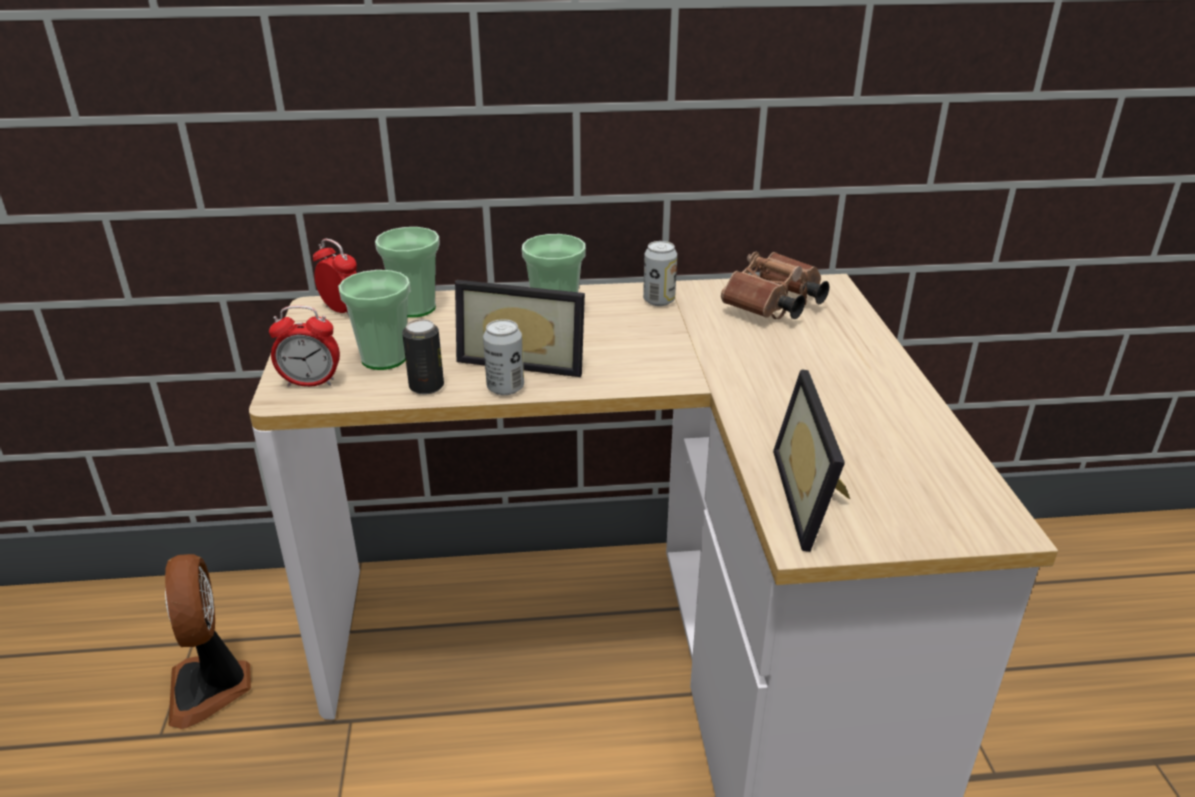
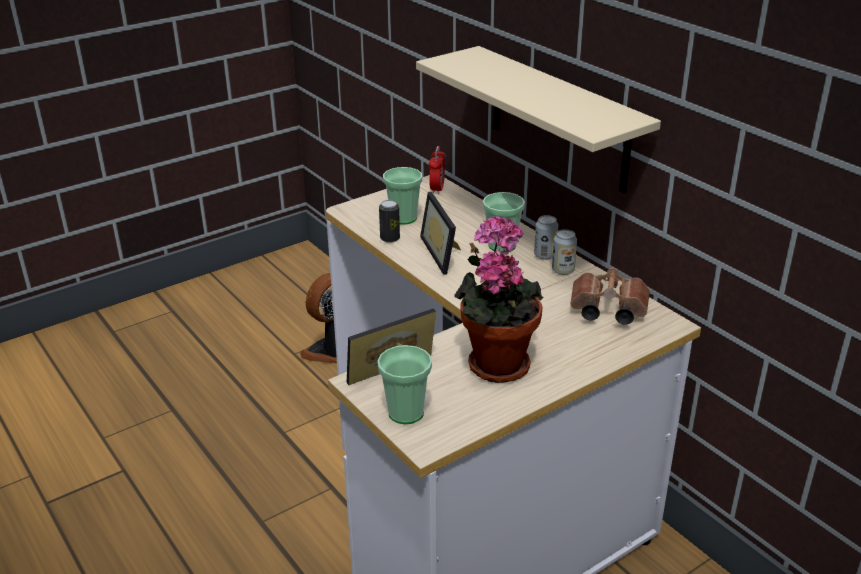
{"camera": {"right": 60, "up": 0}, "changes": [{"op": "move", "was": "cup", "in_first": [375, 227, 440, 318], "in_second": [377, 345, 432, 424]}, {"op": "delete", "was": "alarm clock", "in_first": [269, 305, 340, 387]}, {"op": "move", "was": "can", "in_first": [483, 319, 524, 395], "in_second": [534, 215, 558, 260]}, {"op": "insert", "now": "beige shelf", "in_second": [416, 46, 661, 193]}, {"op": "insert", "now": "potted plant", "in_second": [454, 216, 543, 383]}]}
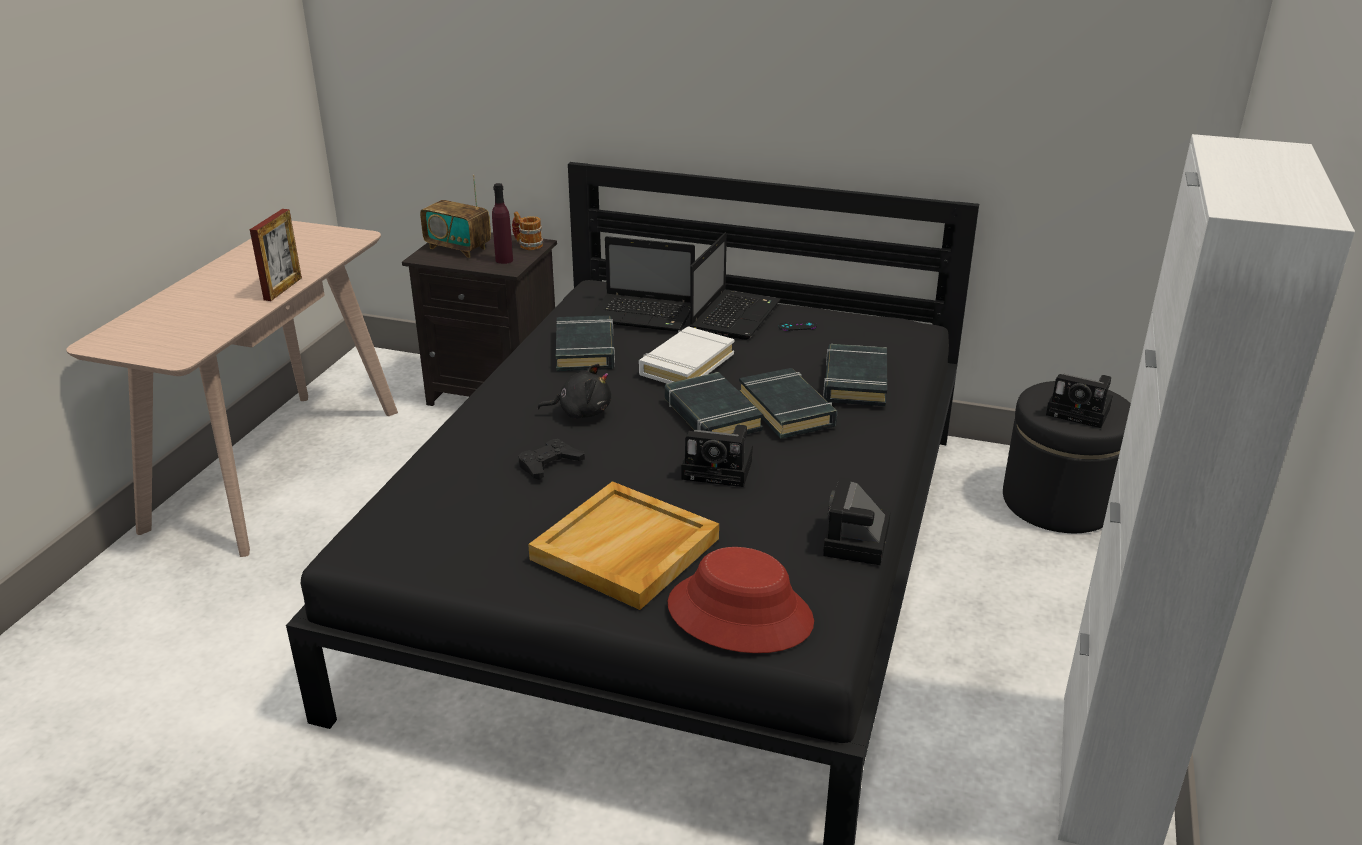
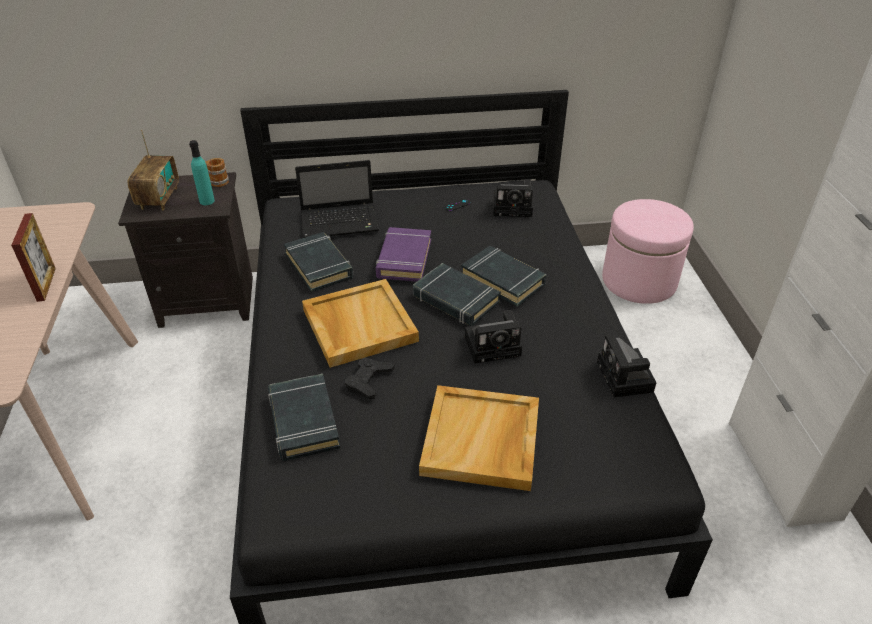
{"camera": {"right": -25, "up": 10}, "changes": [{"op": "rotate", "was": "radio", "in_first": [420, 175, 491, 258], "in_second": [128, 130, 179, 210], "clockwise": -90}, {"op": "recolor", "was": "purple bottle", "now": "turquoise bottle", "in_first": [492, 183, 513, 264], "in_second": [189, 140, 215, 205]}, {"op": "delete", "was": "laptop", "in_first": [690, 233, 781, 340]}, {"op": "recolor", "was": "white book", "now": "purple book", "in_first": [639, 327, 734, 383], "in_second": [376, 227, 431, 282]}, {"op": "move", "was": "black book", "in_first": [823, 344, 887, 406], "in_second": [268, 374, 340, 461]}, {"op": "replace", "was": "black plush toy", "now": "beige tray", "in_first": [537, 364, 611, 419], "in_second": [302, 279, 419, 368]}, {"op": "move", "was": "photo camera", "in_first": [1046, 374, 1113, 428], "in_second": [493, 179, 533, 217]}, {"op": "recolor", "was": "black ottoman", "now": "pink ottoman", "in_first": [1003, 381, 1131, 533], "in_second": [602, 199, 694, 304]}, {"op": "delete", "was": "red hat", "in_first": [668, 547, 814, 653]}]}
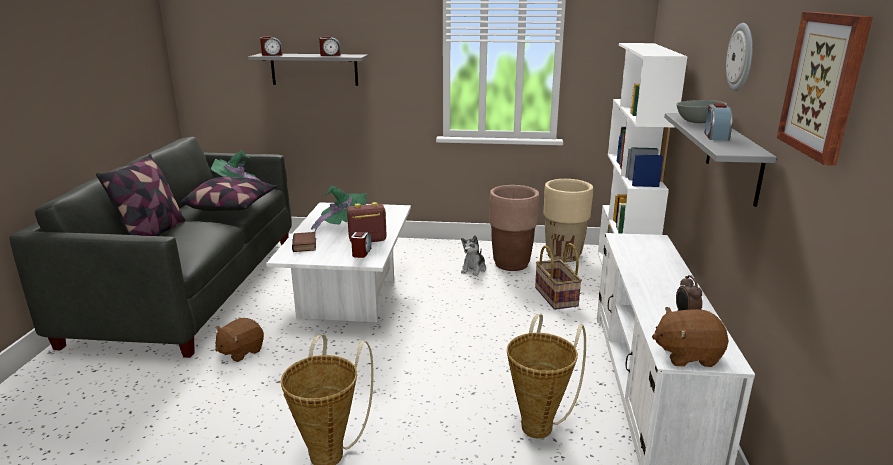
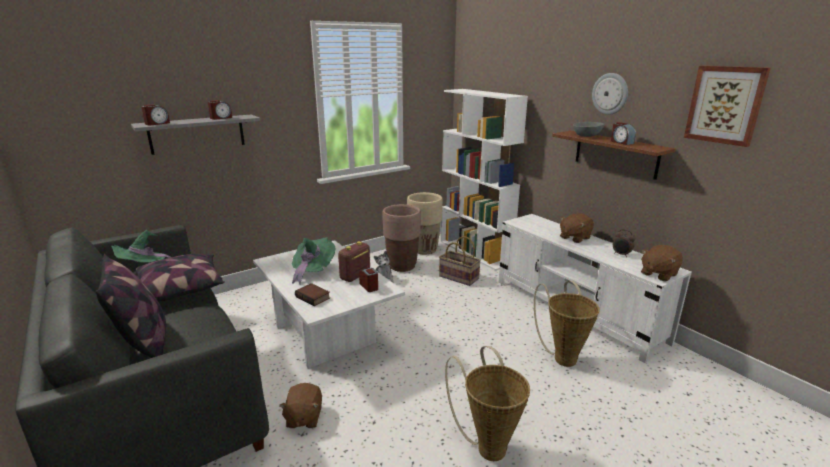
{"camera": {"right": -40, "up": 0}, "changes": [{"op": "recolor", "was": "grey shelf", "now": "brown shelf", "in_first": [664, 113, 777, 207], "in_second": [552, 131, 676, 180]}, {"op": "insert", "now": "brown plush toy", "in_second": [560, 213, 594, 243]}]}
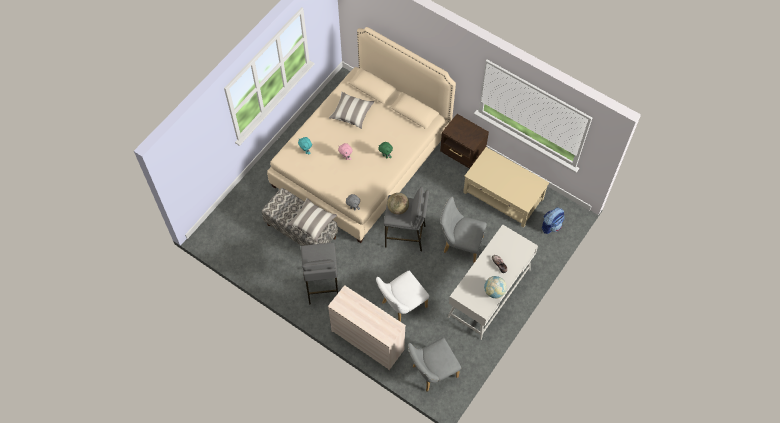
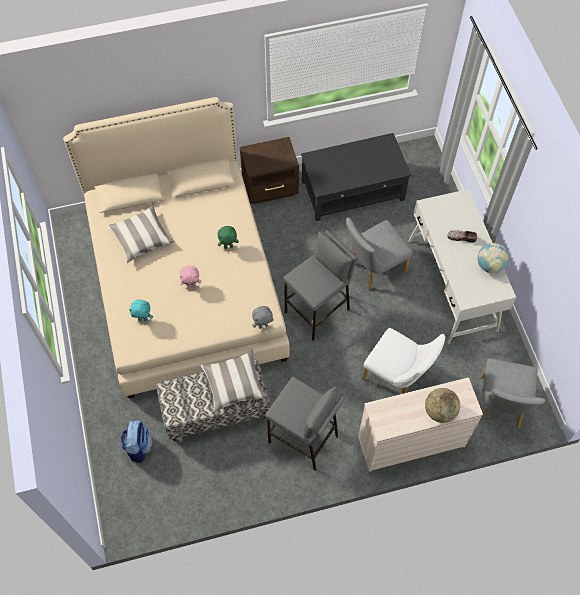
{"camera": {"right": -50, "up": 0}, "changes": [{"op": "recolor", "was": "beige coffee table", "now": "black coffee table", "in_first": [463, 147, 549, 227], "in_second": [301, 133, 411, 221]}, {"op": "move", "was": "globe", "in_first": [387, 193, 409, 215], "in_second": [425, 388, 460, 423]}, {"op": "move", "was": "backpack", "in_first": [542, 207, 565, 234], "in_second": [121, 419, 153, 463]}, {"op": "rotate", "was": "white chair", "in_first": [376, 271, 429, 322], "in_second": [362, 328, 445, 394], "clockwise": -60}]}
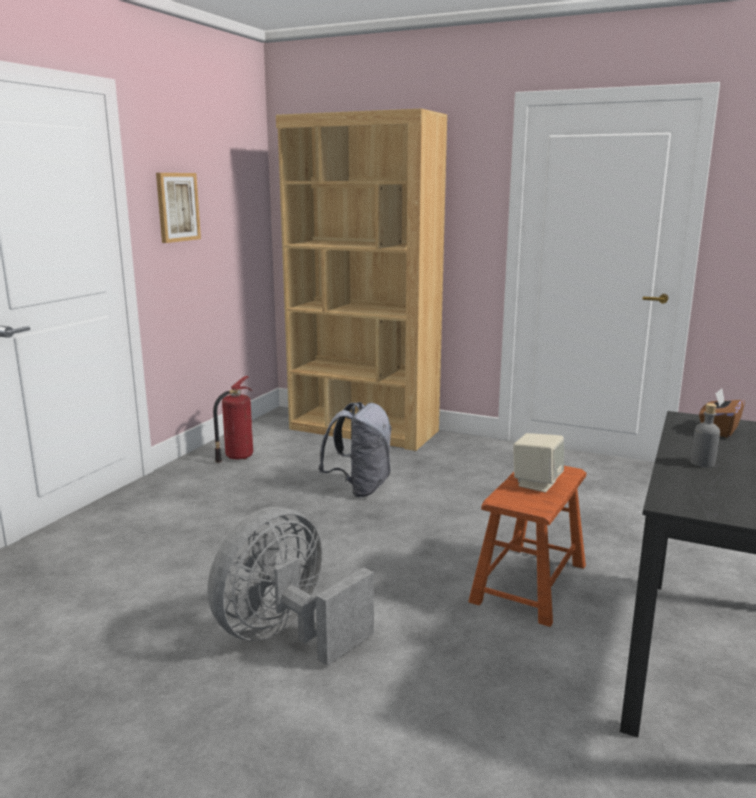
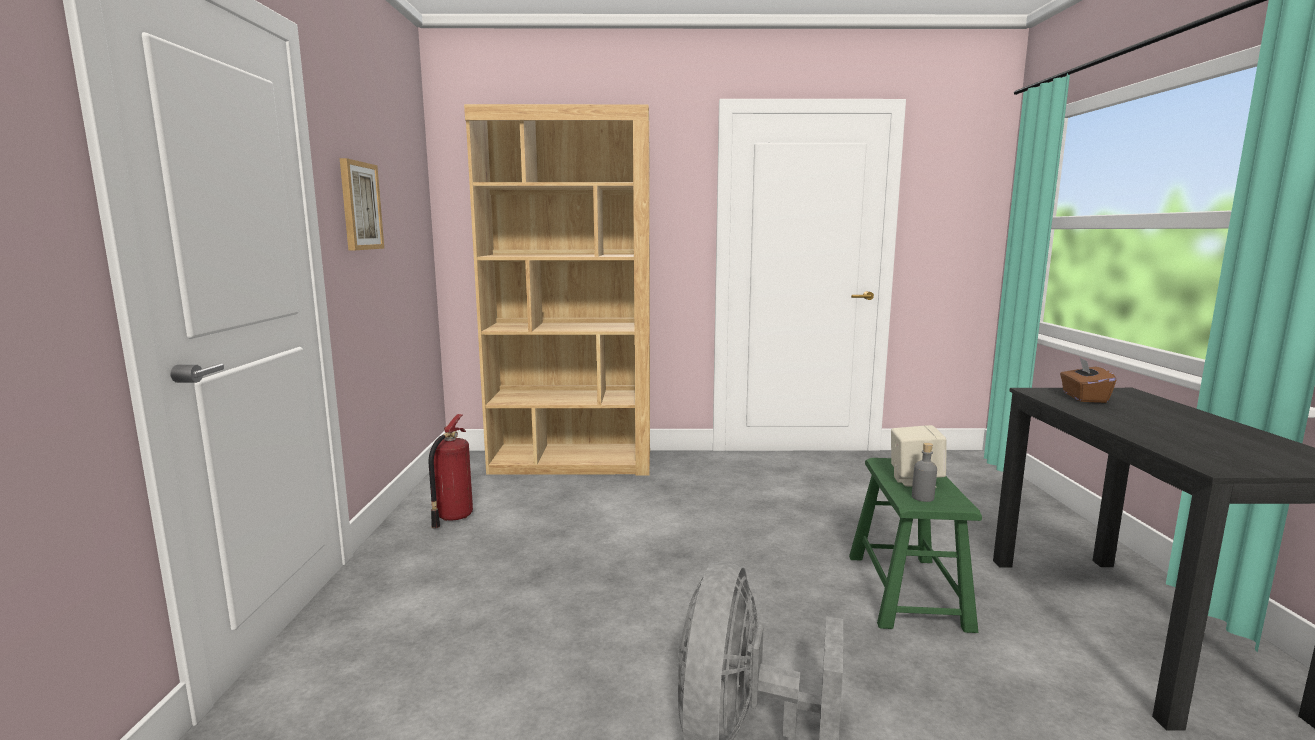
{"camera": {"right": -25, "up": -5}, "changes": [{"op": "delete", "was": "grey backpack", "in_first": [318, 402, 392, 497]}, {"op": "move", "was": "grey bottle", "in_first": [690, 403, 720, 467], "in_second": [912, 443, 937, 502]}, {"op": "recolor", "was": "brown stool", "now": "green stool", "in_first": [468, 466, 587, 627], "in_second": [849, 458, 982, 633]}]}
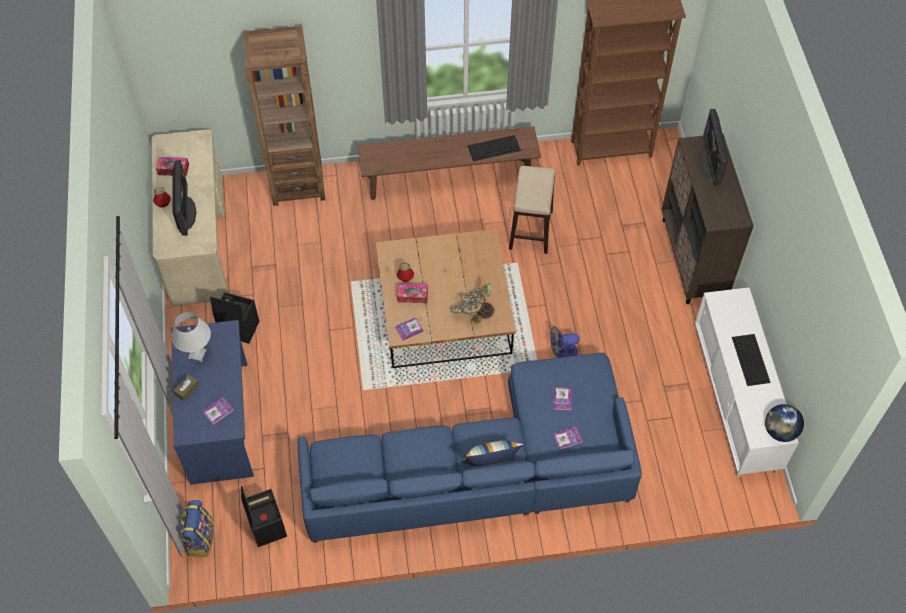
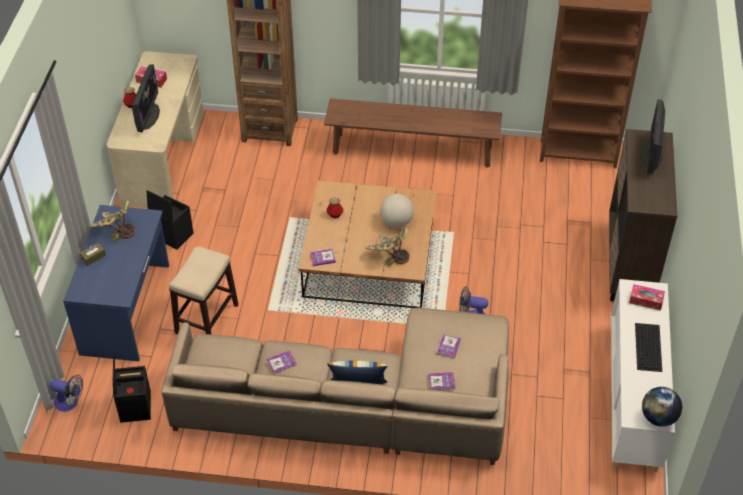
{"camera": {"right": 15, "up": -10}, "changes": [{"op": "delete", "was": "keyboard", "in_first": [467, 135, 521, 161]}, {"op": "move", "was": "stool", "in_first": [509, 166, 555, 254], "in_second": [169, 246, 239, 334]}, {"op": "move", "was": "tissue box", "in_first": [397, 284, 428, 303], "in_second": [629, 284, 665, 310]}, {"op": "replace", "was": "white table lamp", "now": "potted plant", "in_first": [171, 312, 211, 362], "in_second": [88, 200, 136, 241]}, {"op": "recolor", "was": "blue sofa", "now": "beige sofa", "in_first": [298, 353, 642, 543], "in_second": [161, 307, 509, 465]}, {"op": "move", "was": "book", "in_first": [202, 397, 234, 425], "in_second": [267, 350, 297, 374]}, {"op": "replace", "was": "backpack", "now": "fan", "in_first": [180, 500, 214, 557], "in_second": [50, 374, 83, 412]}, {"op": "insert", "now": "globe", "in_second": [380, 194, 414, 228]}]}
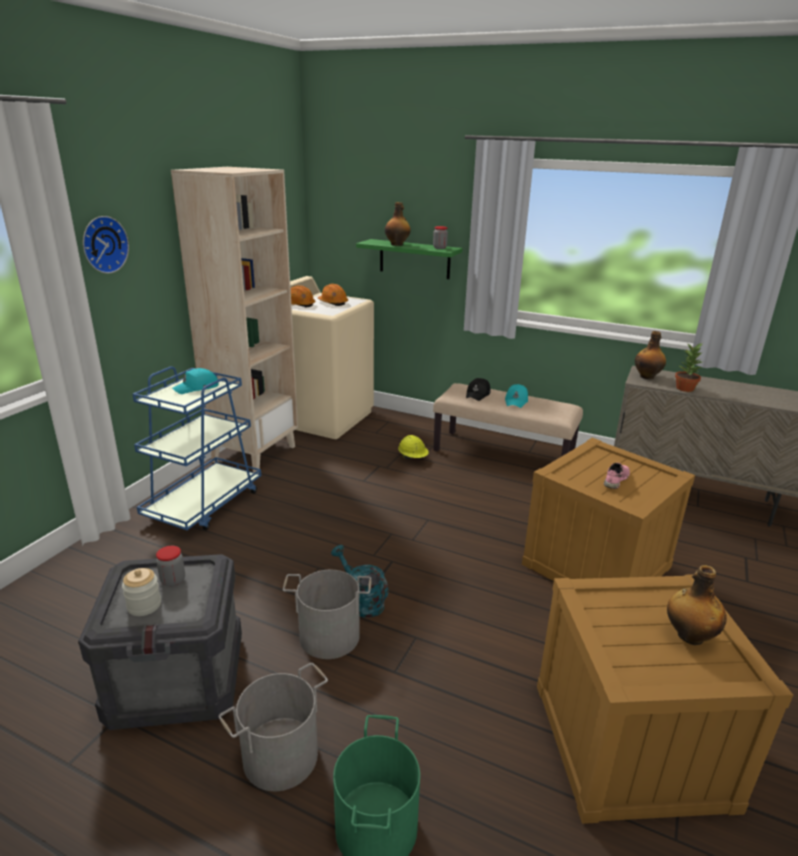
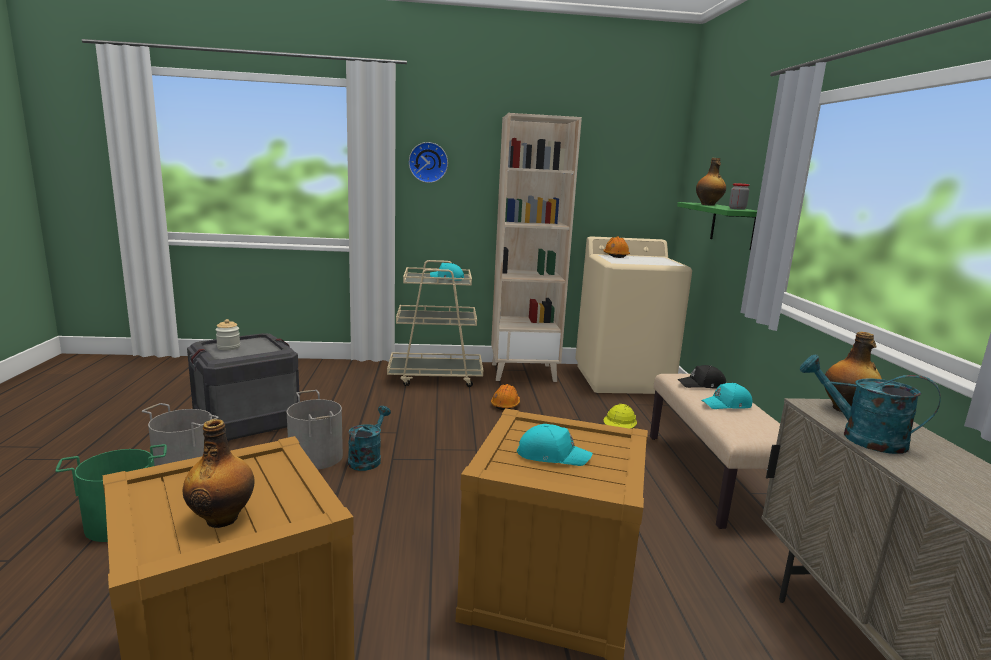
{"camera": {"right": 60, "up": -10}, "changes": [{"op": "move", "was": "orange hard hat", "in_first": [318, 284, 348, 306], "in_second": [491, 384, 520, 410]}, {"op": "replace", "was": "potted plant", "now": "turquoise watering can", "in_first": [675, 343, 703, 392], "in_second": [800, 355, 940, 454]}, {"op": "recolor", "was": "blue cart", "now": "beige cart", "in_first": [132, 366, 261, 531], "in_second": [387, 260, 483, 387]}, {"op": "replace", "was": "pink shoe", "now": "turquoise cap", "in_first": [604, 463, 630, 489], "in_second": [517, 424, 593, 466]}, {"op": "delete", "was": "jar", "in_first": [156, 546, 185, 587]}]}
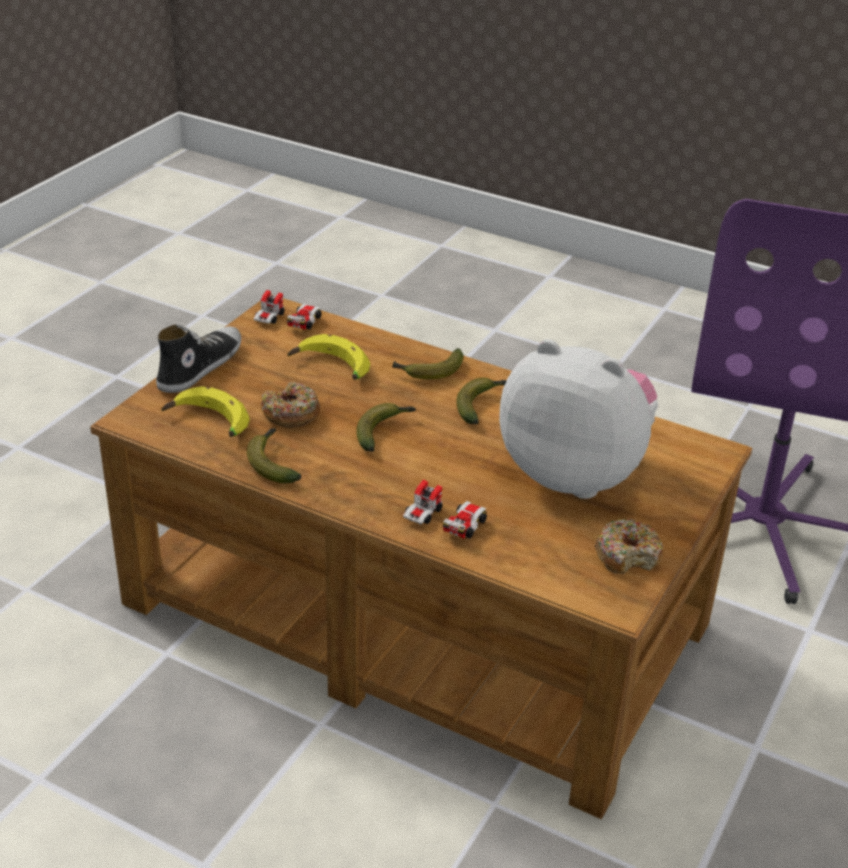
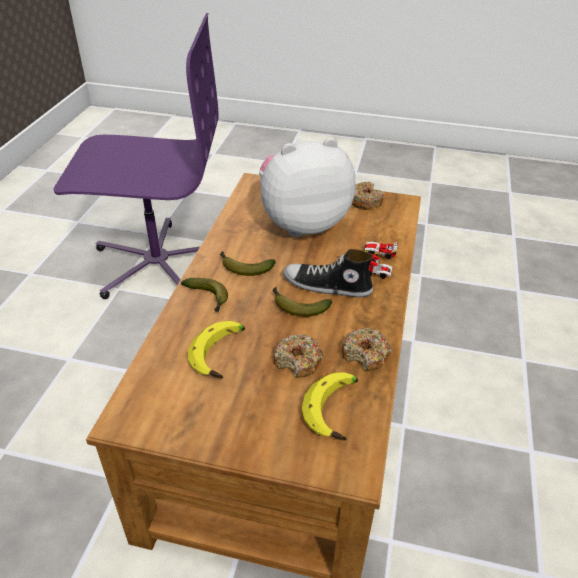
{"camera": {"right": -105, "up": 5}, "changes": [{"op": "delete", "was": "toy car", "in_first": [254, 290, 322, 330]}, {"op": "move", "was": "shoe", "in_first": [156, 325, 241, 393], "in_second": [283, 249, 373, 297]}, {"op": "rotate", "was": "plush toy", "in_first": [499, 339, 658, 499], "in_second": [259, 138, 356, 237], "clockwise": 60}, {"op": "replace", "was": "banana", "now": "donut", "in_first": [247, 428, 301, 483], "in_second": [342, 328, 391, 371]}]}
